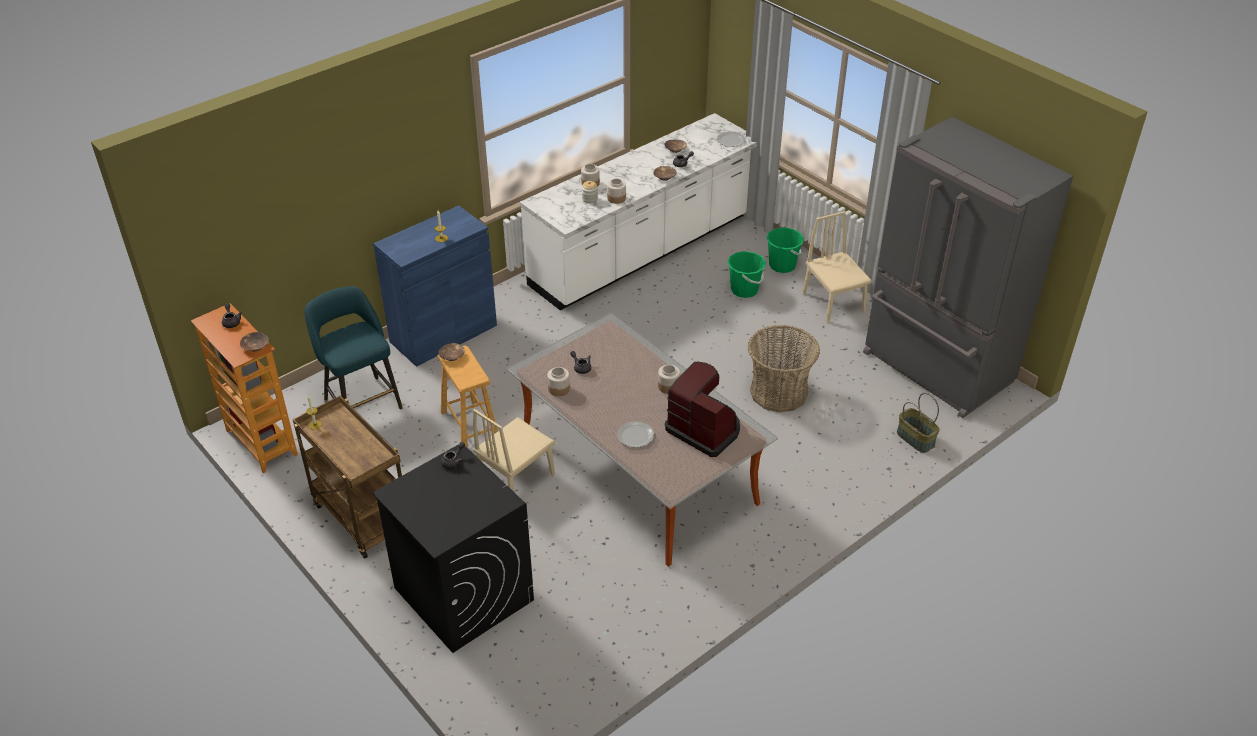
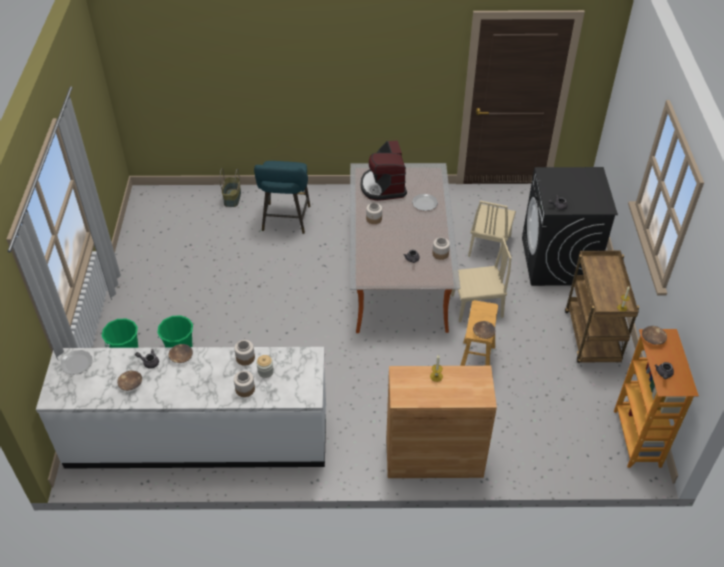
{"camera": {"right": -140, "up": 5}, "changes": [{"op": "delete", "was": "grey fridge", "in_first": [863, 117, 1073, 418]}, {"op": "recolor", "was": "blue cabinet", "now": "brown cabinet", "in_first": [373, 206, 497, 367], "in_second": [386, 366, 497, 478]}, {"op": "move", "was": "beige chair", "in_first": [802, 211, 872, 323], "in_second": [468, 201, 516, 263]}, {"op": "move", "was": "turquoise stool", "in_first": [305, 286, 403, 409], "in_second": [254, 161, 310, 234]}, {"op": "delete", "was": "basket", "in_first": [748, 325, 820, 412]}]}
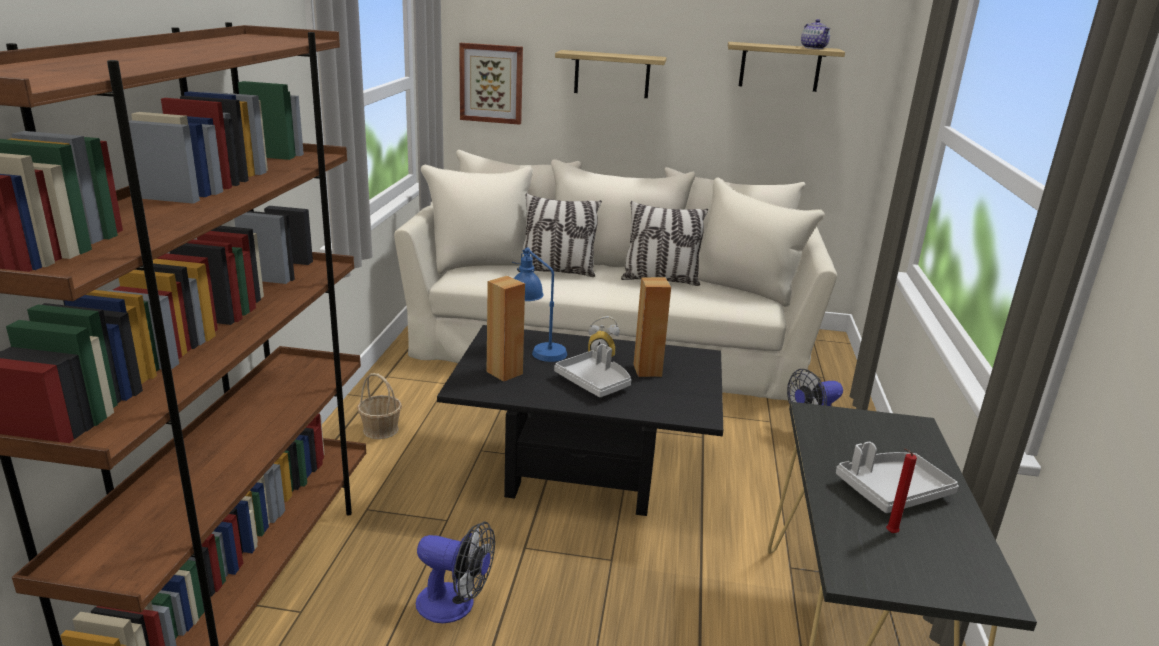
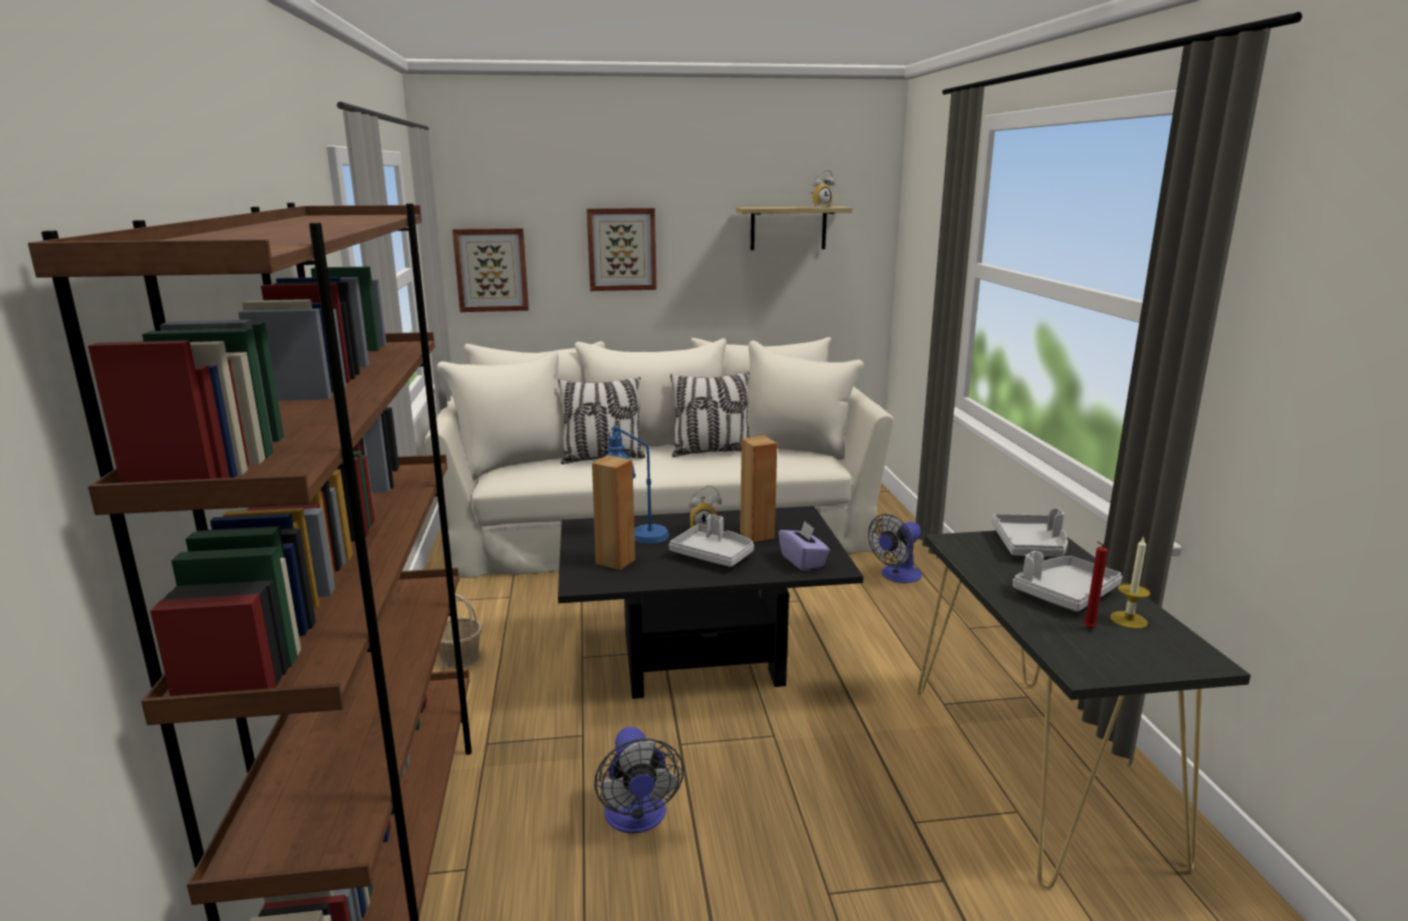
{"camera": {"right": -15, "up": -5}, "changes": [{"op": "replace", "was": "teapot", "now": "alarm clock", "in_first": [801, 19, 830, 49], "in_second": [811, 169, 835, 207]}, {"op": "replace", "was": "shelf", "now": "picture", "in_first": [555, 50, 667, 98], "in_second": [587, 208, 657, 291]}, {"op": "rotate", "was": "fan", "in_first": [416, 521, 495, 623], "in_second": [594, 727, 684, 833], "clockwise": 75}, {"op": "insert", "now": "grey tray", "in_second": [992, 508, 1068, 557]}, {"op": "insert", "now": "purple tissue box", "in_second": [778, 521, 830, 571]}, {"op": "insert", "now": "candle", "in_second": [1110, 536, 1150, 629]}]}
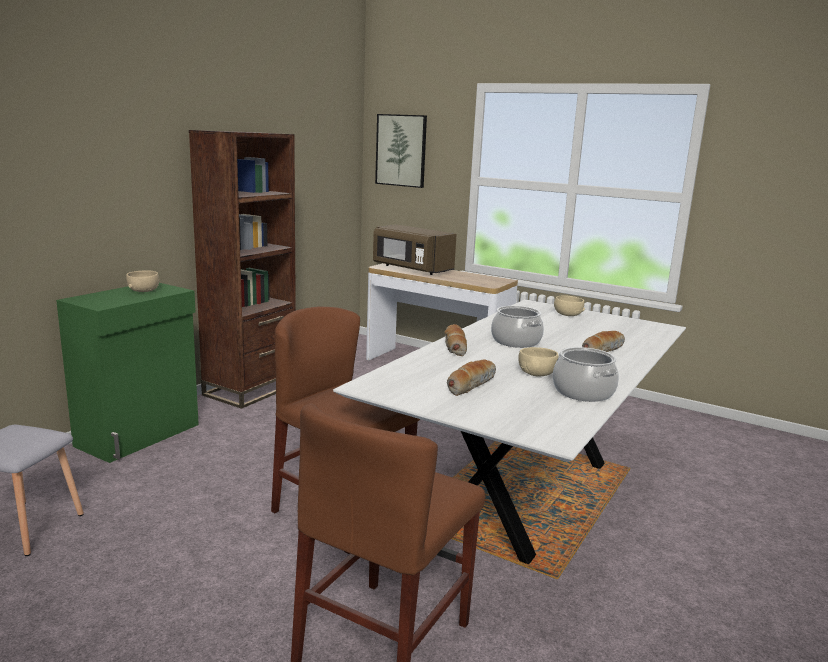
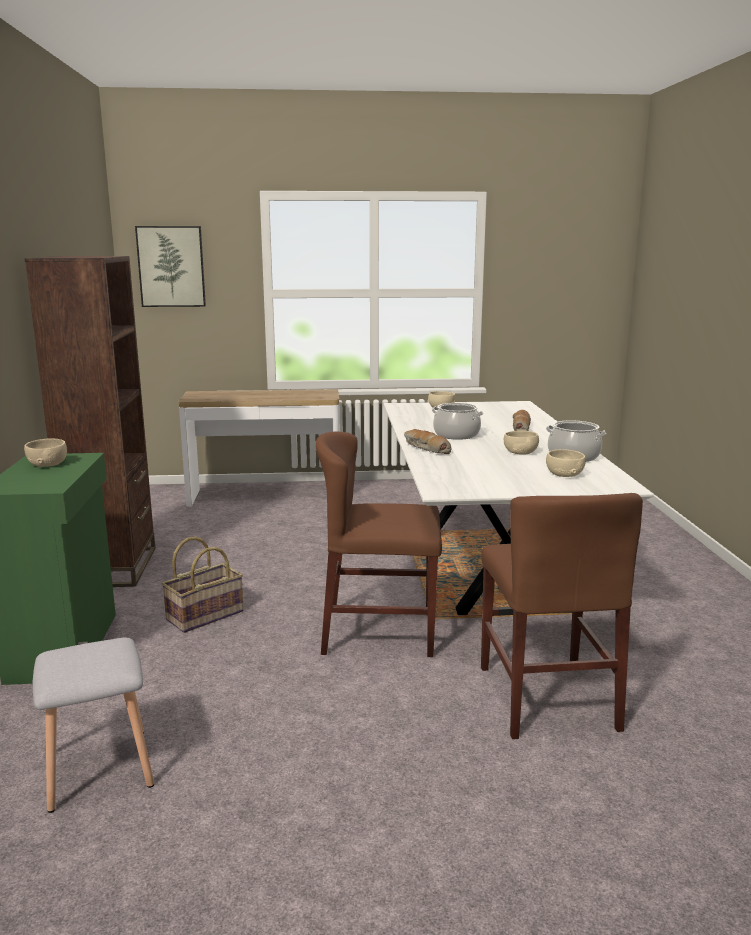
{"camera": {"right": -35, "up": 0}, "changes": [{"op": "delete", "was": "brown microwave", "in_first": [373, 224, 457, 275]}, {"op": "delete", "was": "bread", "in_first": [447, 360, 496, 396]}, {"op": "insert", "now": "beige bowl", "in_second": [546, 449, 586, 477]}, {"op": "insert", "now": "basket", "in_second": [162, 537, 244, 633]}]}
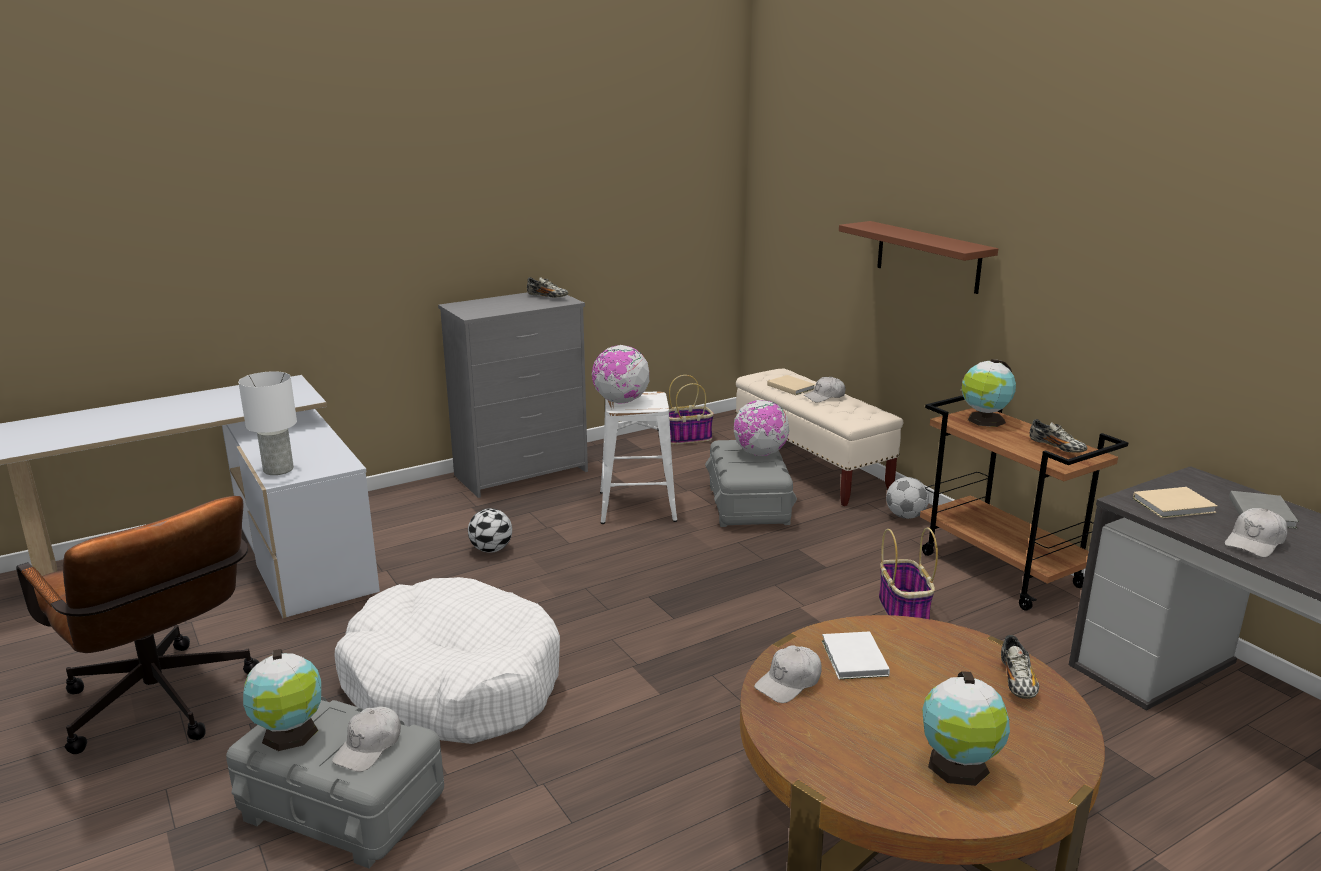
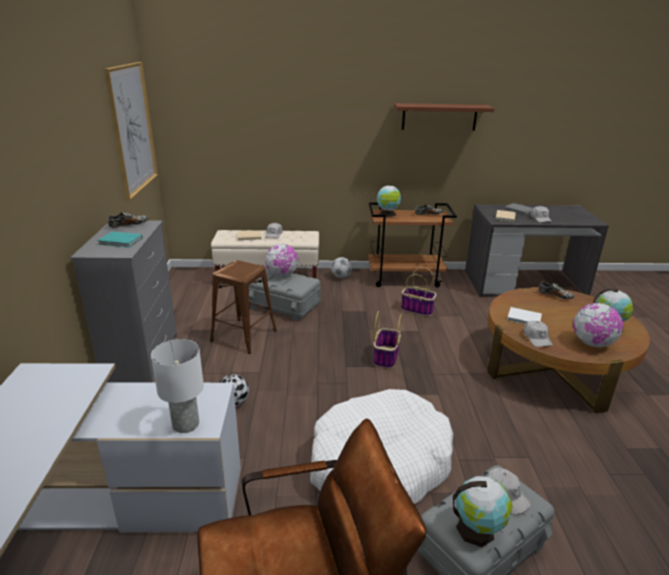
{"camera": {"right": -60, "up": 5}, "changes": [{"op": "move", "was": "brown shelf", "in_first": [839, 221, 998, 294], "in_second": [394, 103, 494, 131]}, {"op": "move", "was": "globe", "in_first": [592, 345, 649, 404], "in_second": [573, 303, 623, 347]}, {"op": "move", "was": "basket", "in_first": [669, 375, 714, 445], "in_second": [373, 311, 402, 368]}, {"op": "recolor", "was": "white stool", "now": "brown stool", "in_first": [600, 392, 677, 524], "in_second": [210, 260, 277, 354]}, {"op": "insert", "now": "picture", "in_second": [105, 62, 158, 200]}, {"op": "insert", "now": "turquoise book", "in_second": [97, 232, 143, 247]}]}
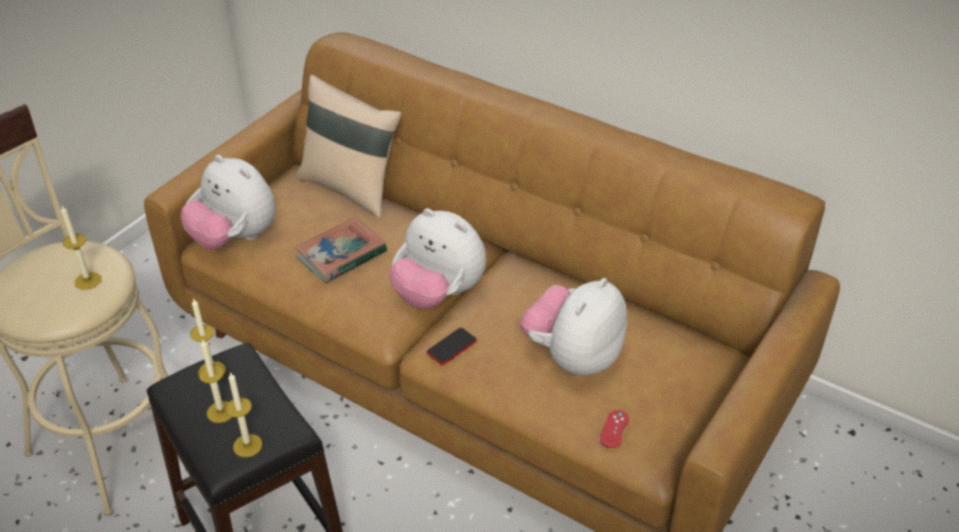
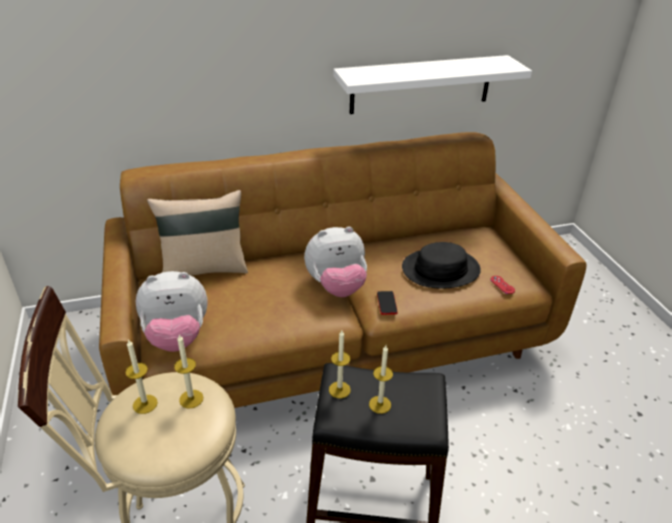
{"camera": {"right": -50, "up": -5}, "changes": [{"op": "delete", "was": "book", "in_first": [295, 217, 387, 283]}, {"op": "replace", "was": "plush toy", "now": "black hat", "in_first": [521, 278, 627, 376], "in_second": [402, 242, 481, 288]}, {"op": "move", "was": "candle", "in_first": [226, 372, 263, 457], "in_second": [125, 339, 158, 414]}, {"op": "insert", "now": "white shelf", "in_second": [333, 55, 532, 114]}]}
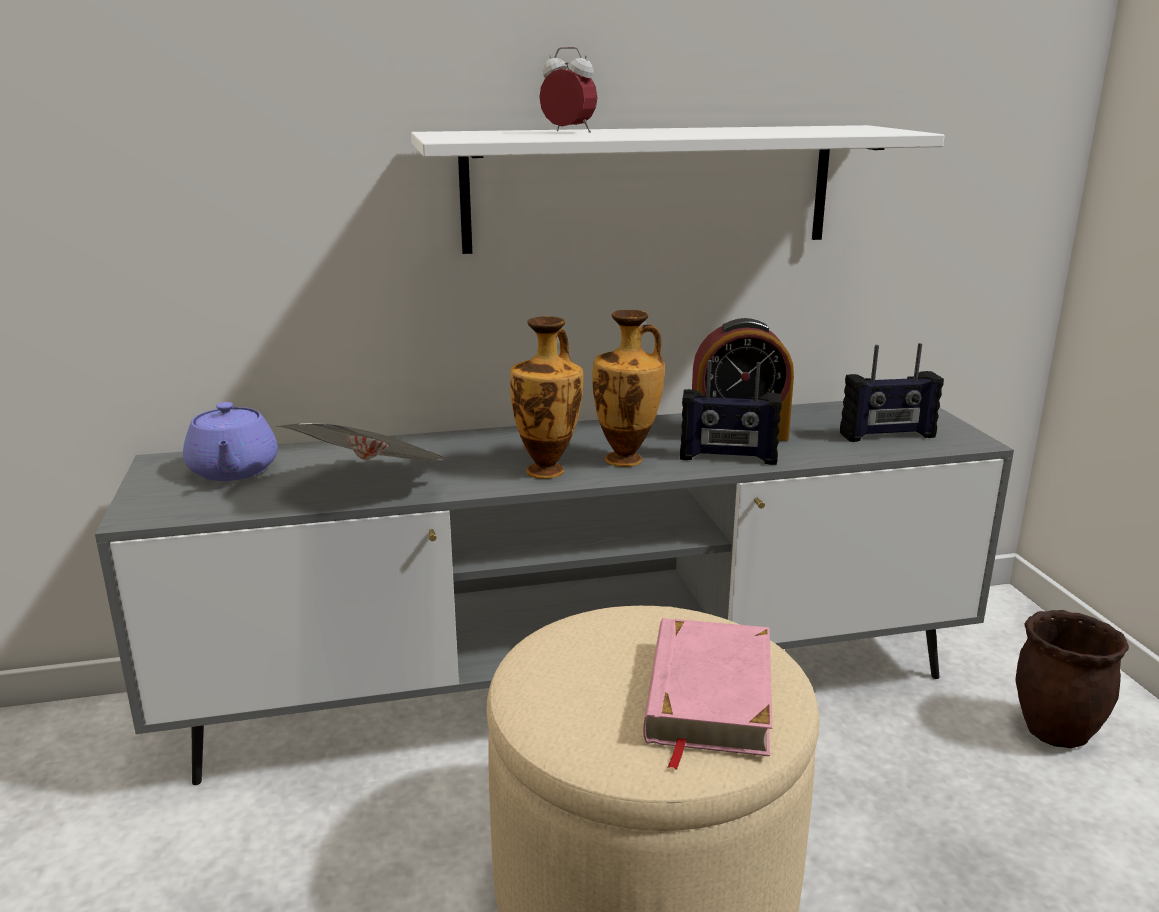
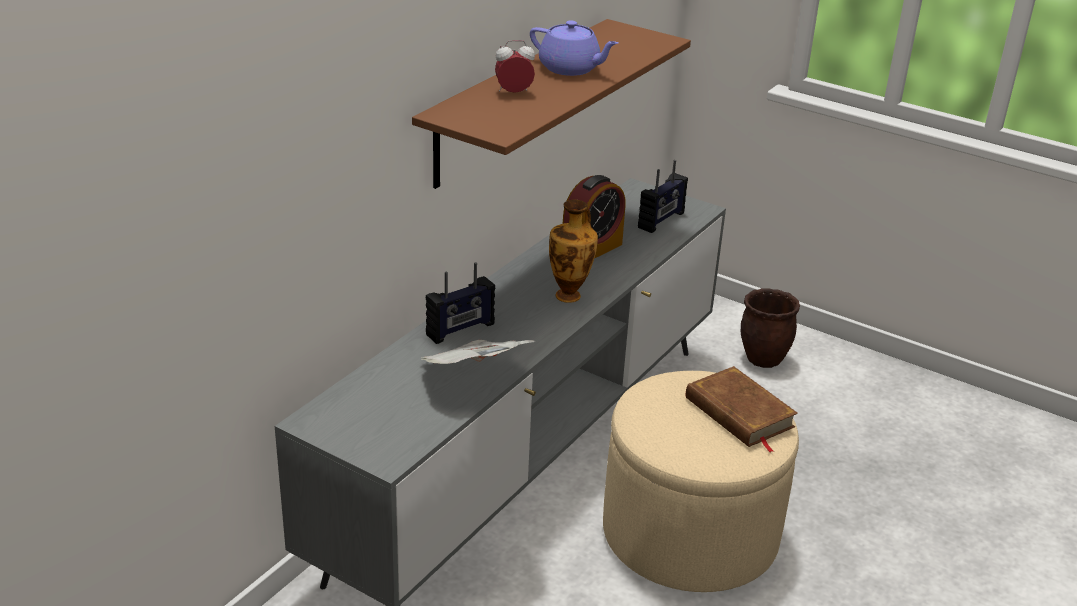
{"camera": {"right": -45, "up": 10}, "changes": [{"op": "recolor", "was": "white shelf", "now": "brown shelf", "in_first": [411, 125, 944, 254], "in_second": [412, 19, 691, 189]}, {"op": "delete", "was": "vase", "in_first": [510, 316, 583, 479]}, {"op": "move", "was": "radio", "in_first": [680, 360, 782, 465], "in_second": [426, 262, 495, 344]}, {"op": "move", "was": "purple teapot", "in_first": [183, 402, 278, 481], "in_second": [530, 20, 618, 76]}, {"op": "recolor", "was": "pink book", "now": "brown book", "in_first": [643, 618, 773, 770], "in_second": [686, 366, 798, 452]}]}
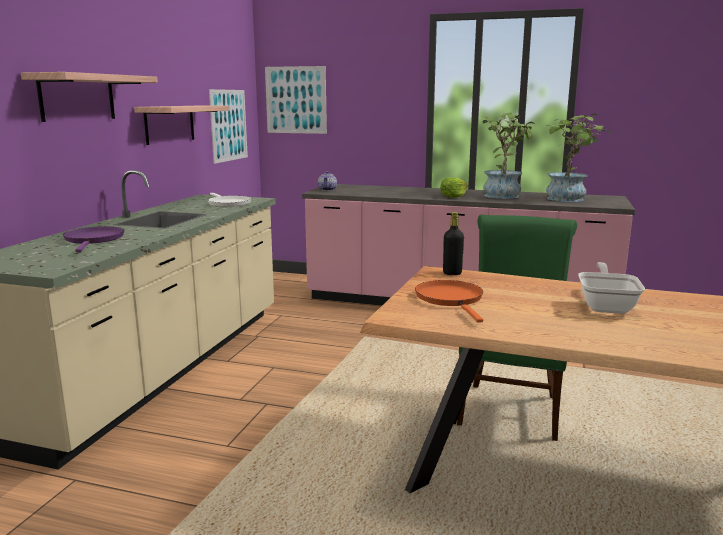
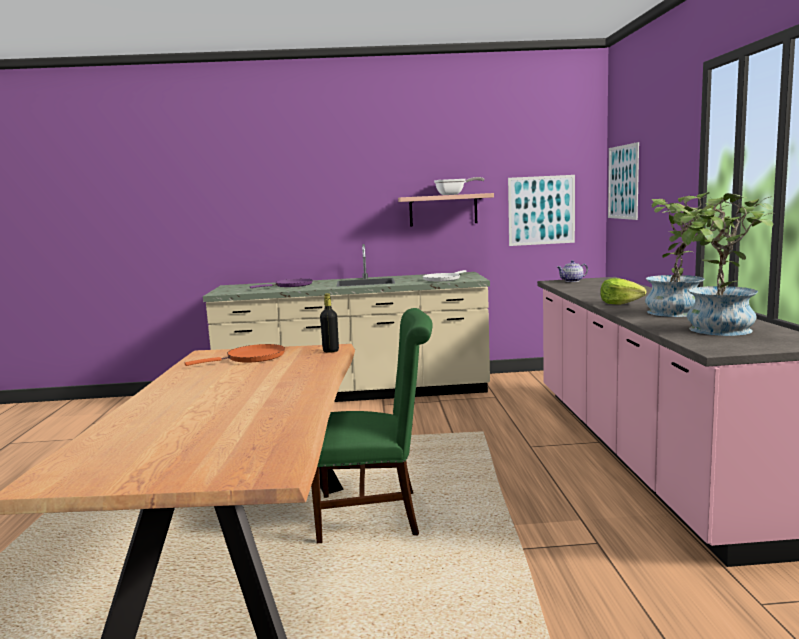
{"camera": {"right": 70, "up": -5}, "changes": [{"op": "delete", "was": "shelf", "in_first": [21, 72, 158, 122]}, {"op": "move", "was": "frying pan", "in_first": [578, 262, 645, 314], "in_second": [434, 177, 485, 195]}]}
